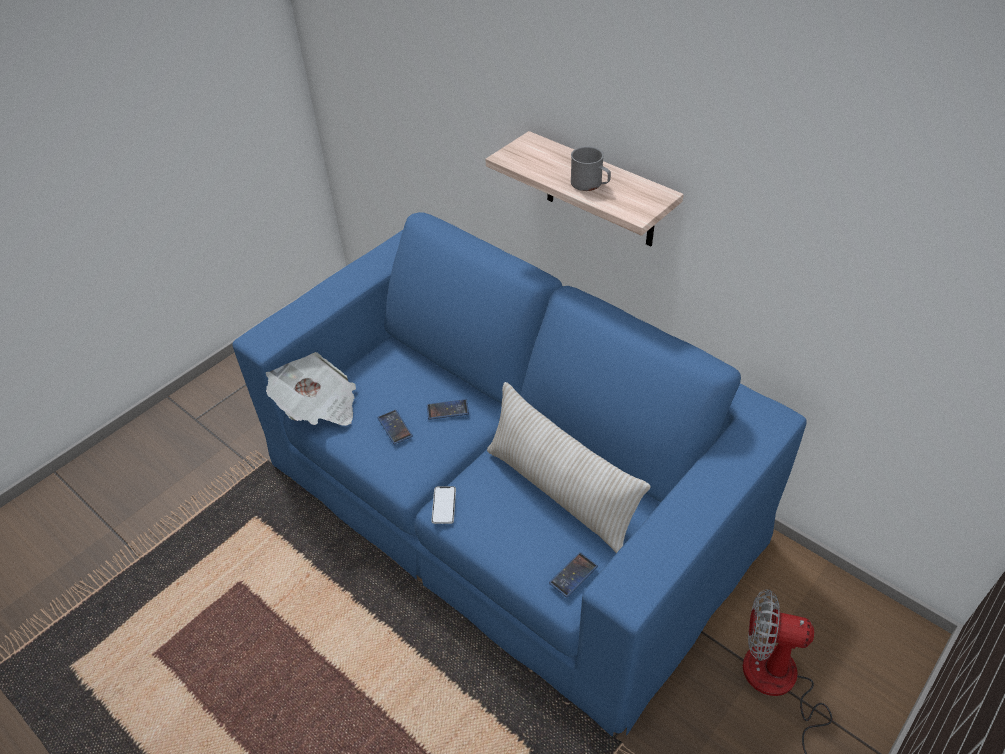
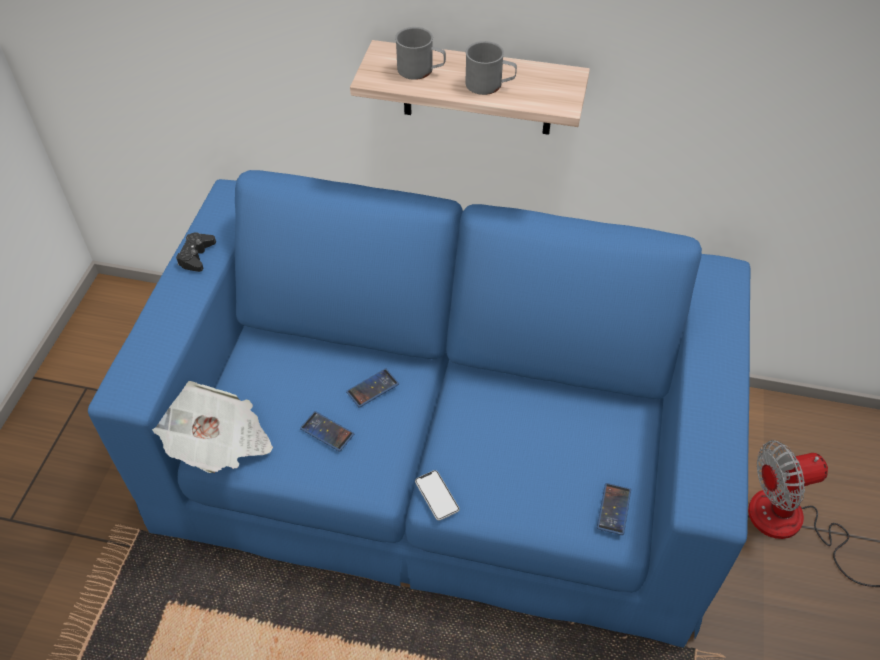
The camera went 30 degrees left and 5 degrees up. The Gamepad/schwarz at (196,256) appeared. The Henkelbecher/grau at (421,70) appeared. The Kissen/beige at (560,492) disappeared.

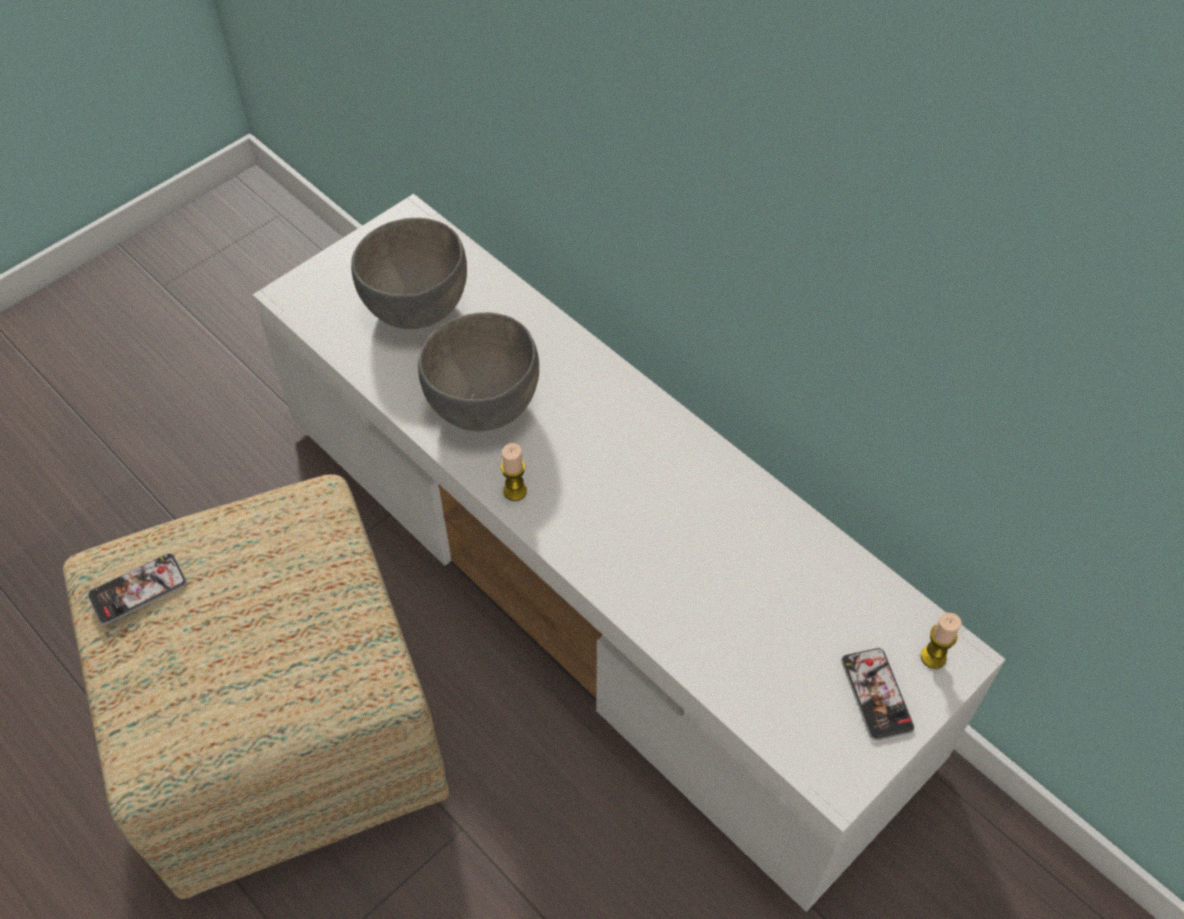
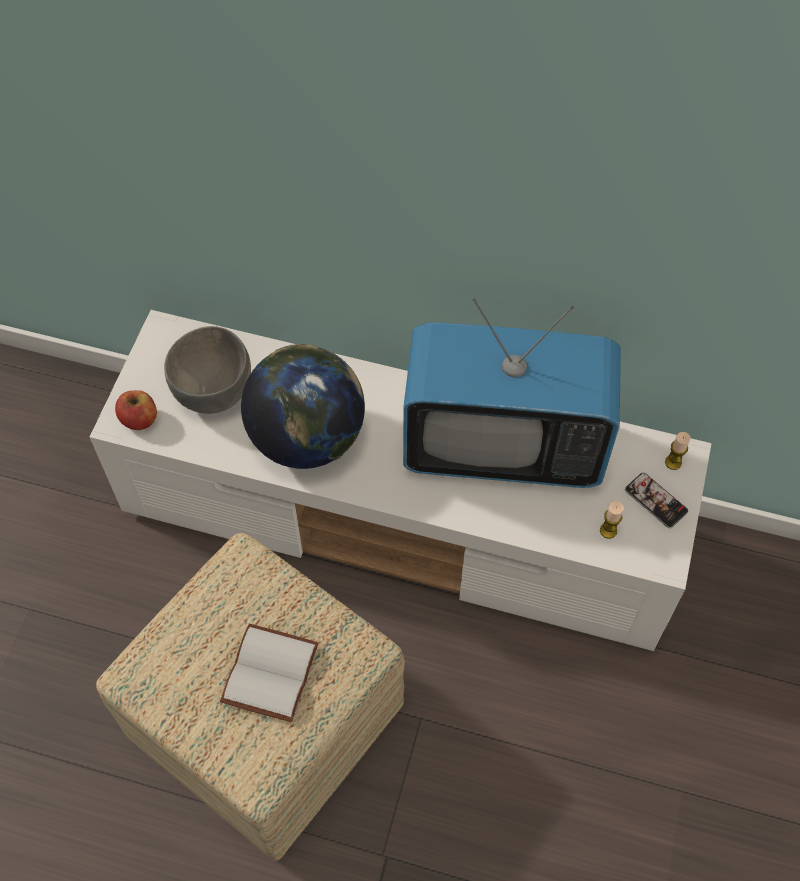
The camera went 30 degrees left and 5 degrees up. The Apfel at (139,419) appeared. The Buch/weiß at (268,671) appeared. The Schüssel/grau at (484,406) was replaced by the Globus at (307,438). The Fernseher at (503,446) appeared. The Kerze moved from (515,491) to (608,530). The Handy at (138,589) disappeared.

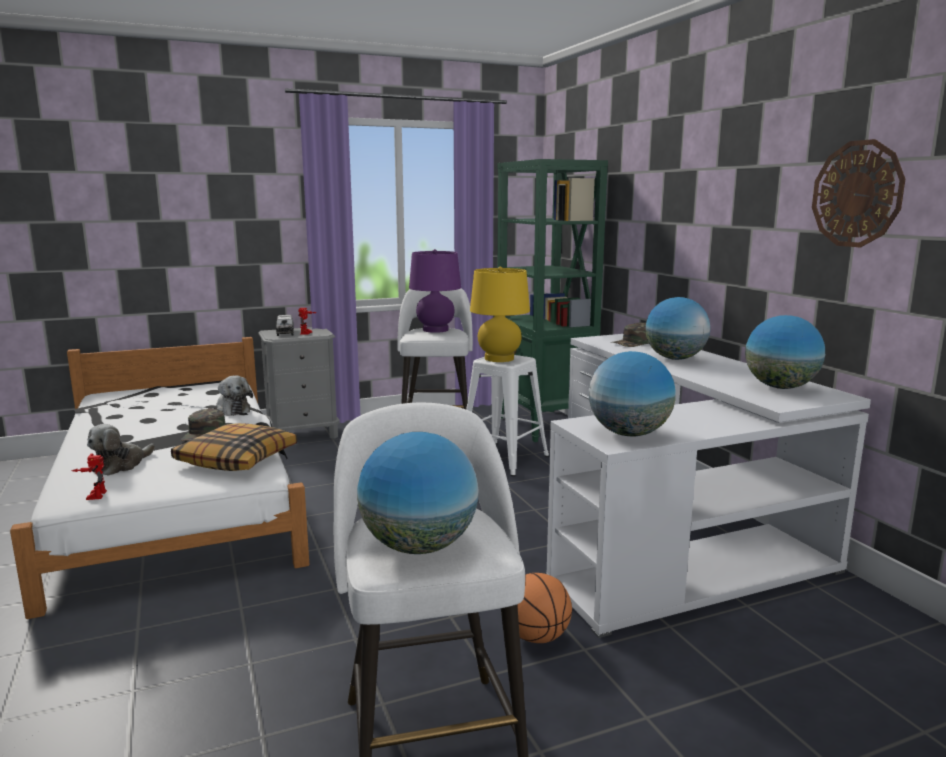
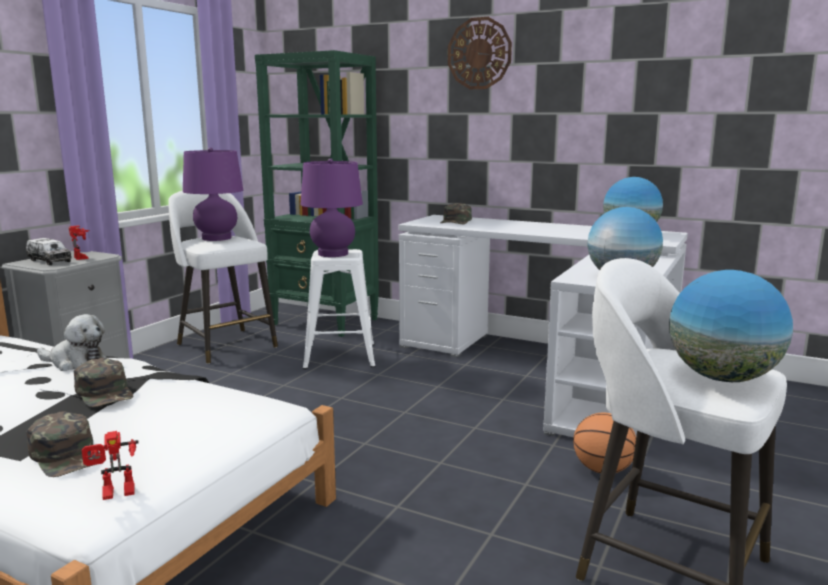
The camera went 40 degrees left and 0 degrees up. The Plüschtier at (121,465) was replaced by the Kappe/grün at (67,455). The Spielzeugroboter at (93,495) turned 60 degrees counterclockwise. The Tischlampe/gelb at (499,358) became the Tischlampe/lila at (333,254). The Wanduhr moved from (857,194) to (479,53). The Kissen at (237,459) disappeared. The Globus at (675,358) disappeared.

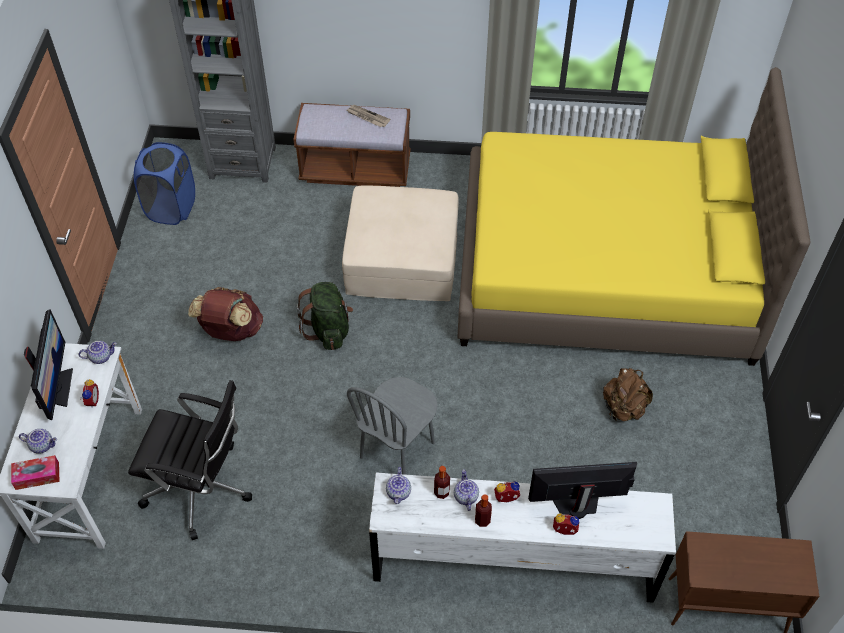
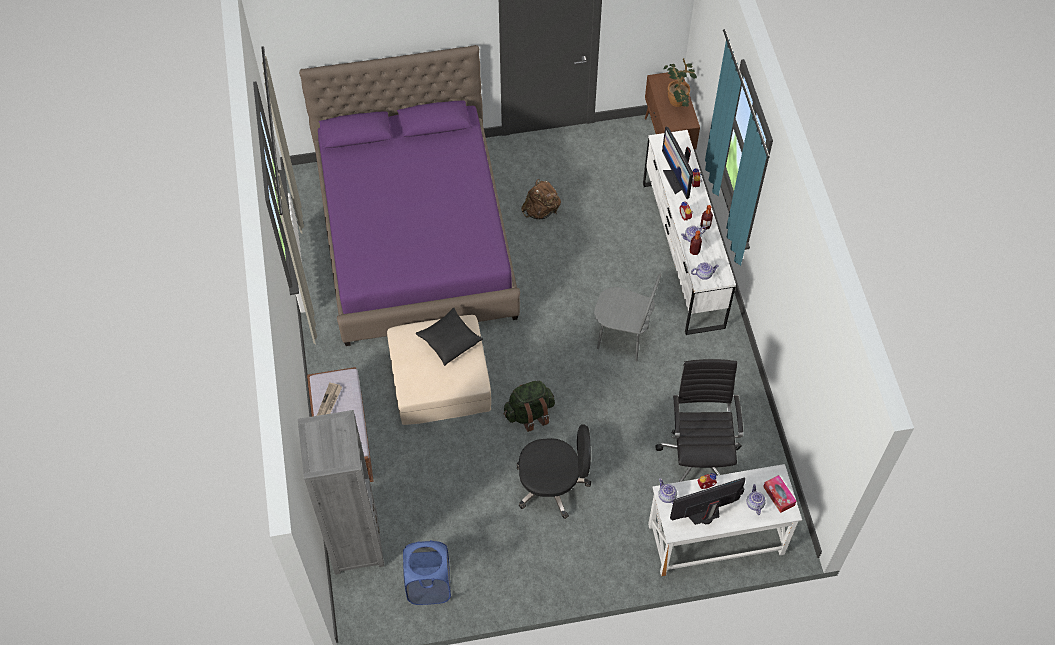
The camera went 105 degrees left and 5 degrees up. The Bett/gelb at (605,271) became the Bett/lila at (416,238). The Kissen/schwarz at (449,340) appeared. The Rucksack/braun at (231,331) was replaced by the Bürostuhl/schwarz at (553,485). The Topfpflanze at (676,104) appeared.

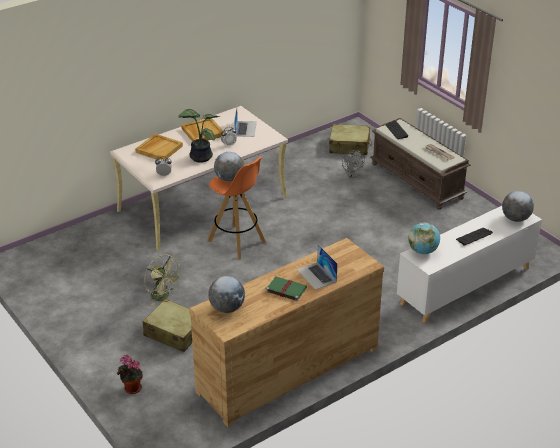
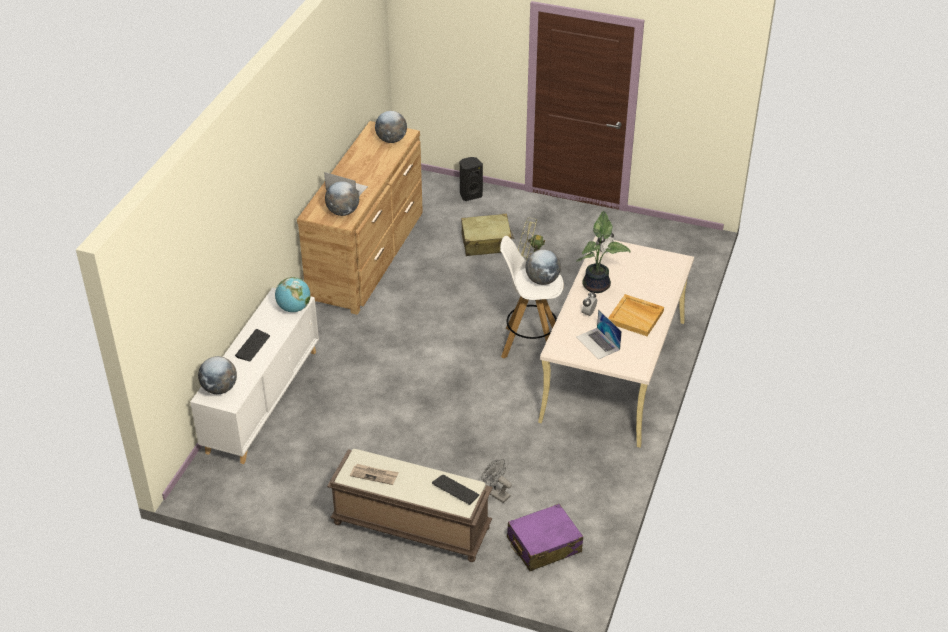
The camera went 145 degrees right and 5 degrees up. The Globus at (343,212) appeared. The Topfpflanze at (131,389) was replaced by the Lautsprecher/schwarz at (470,195). The Hocker/orange at (237,241) became the Hocker/weiß at (529,344). The Koffer/beige at (349,146) became the Koffer/lila at (543,545). The Tablett/beige at (159,149) disappeared. The Buch/grün at (285,289) disappeared.

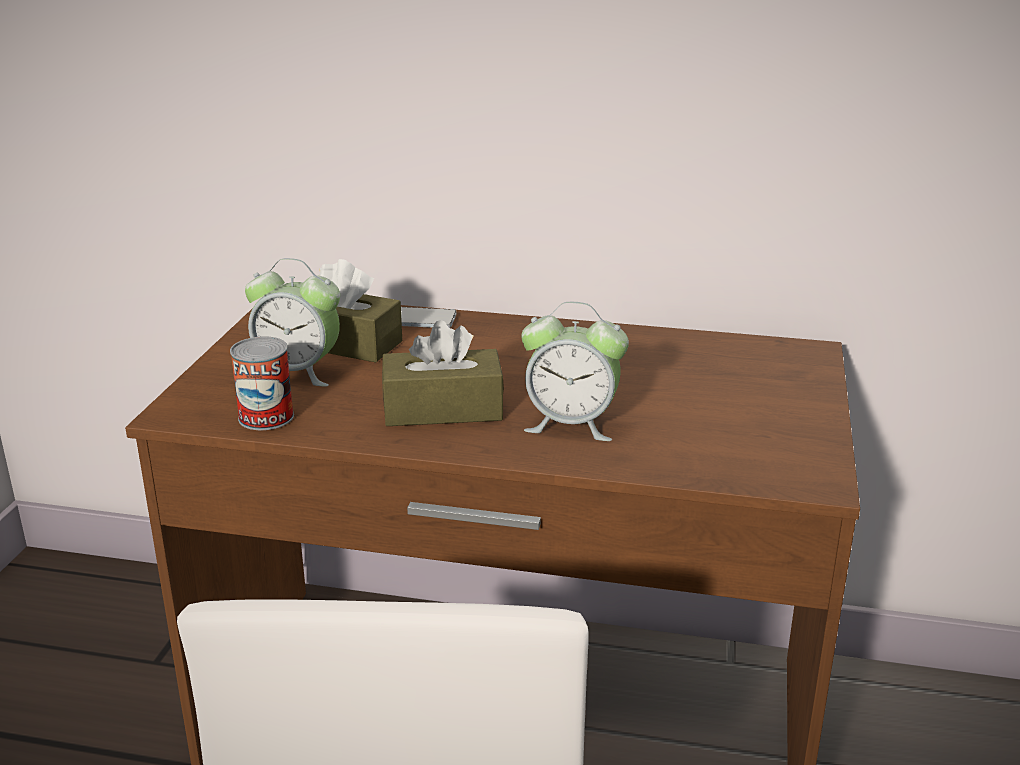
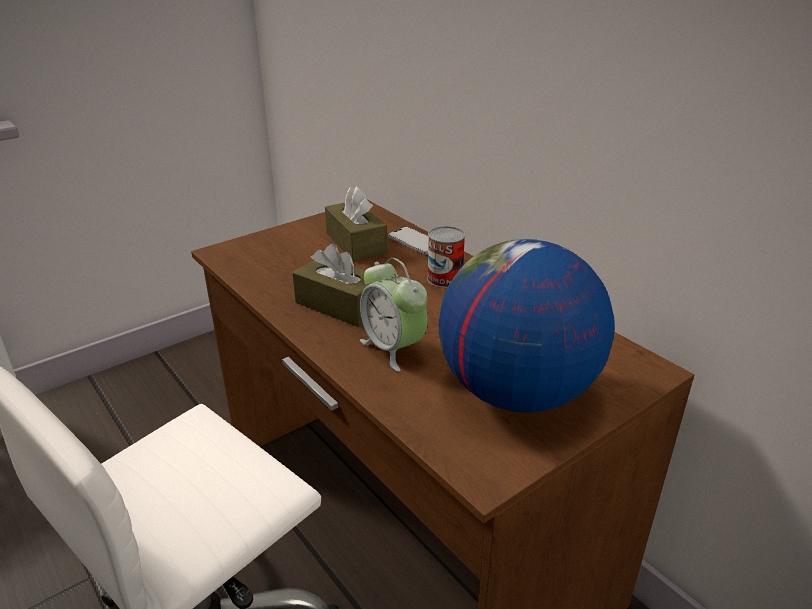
The camera went 40 degrees right and 5 degrees up. The Dose moved from (266,417) to (445,279). The Globus at (516,392) appeared. The Wecker at (298,372) disappeared.

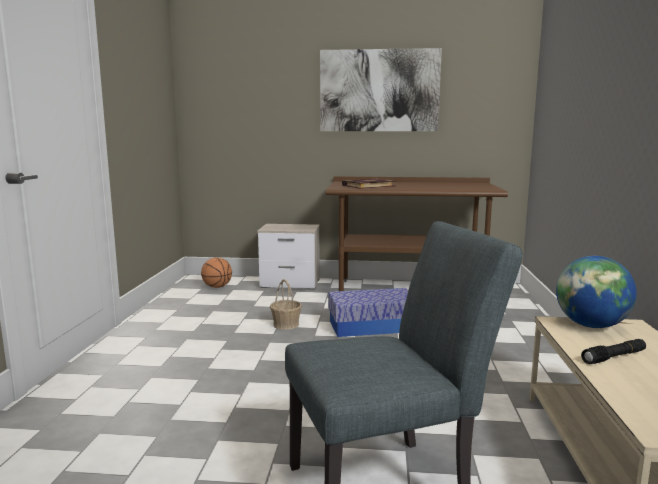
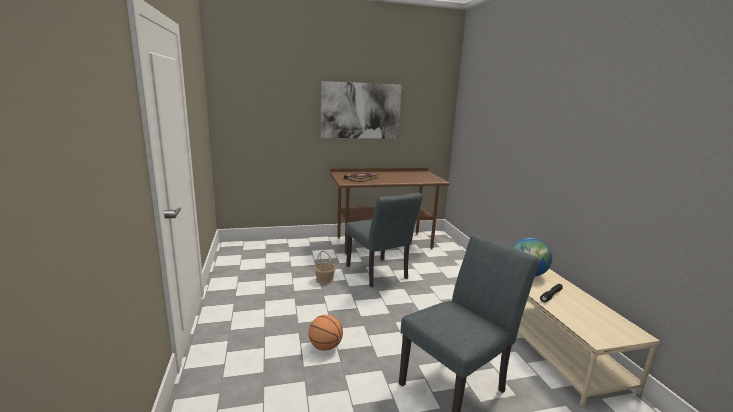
The camera went 20 degrees left and 5 degrees up. The Basketball moved from (217,287) to (325,347). The Aufbewahrungsbox at (372,326) was replaced by the Stuhl/grau at (379,274). The Nachttisch at (291,283) disappeared.

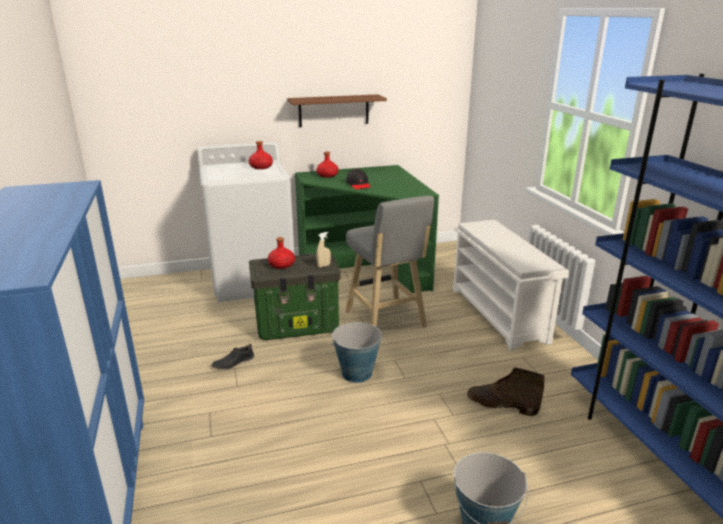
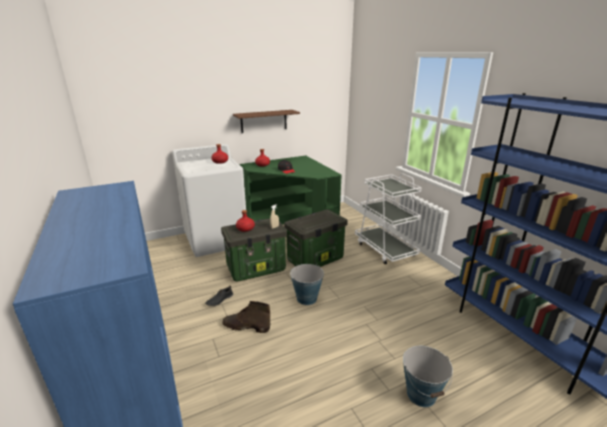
The camera went 10 degrees left and 0 degrees up. The Stiefel/braun moved from (501,404) to (246,326). The Hocker/grau at (386,321) was replaced by the Aufbewahrungsbox at (315,260). The Schuhregal/weiß at (499,315) was replaced by the Rollwagen/weiß at (385,249).

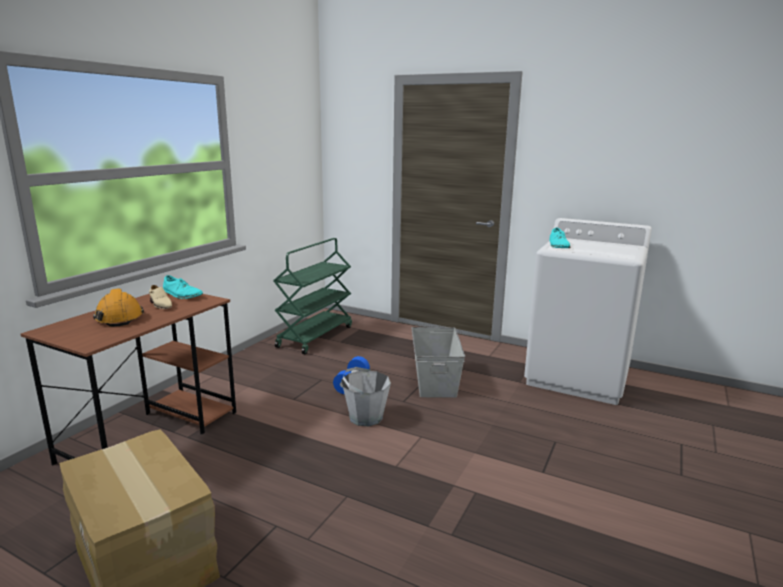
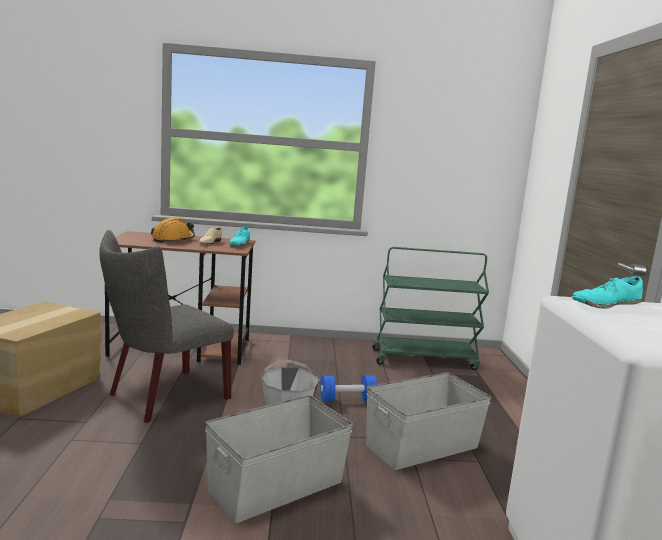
The camera went 60 degrees right and 5 degrees down. The Stuhl/grau at (162,397) appeared. The Aufbewahrungsbox/grau at (275,485) appeared.

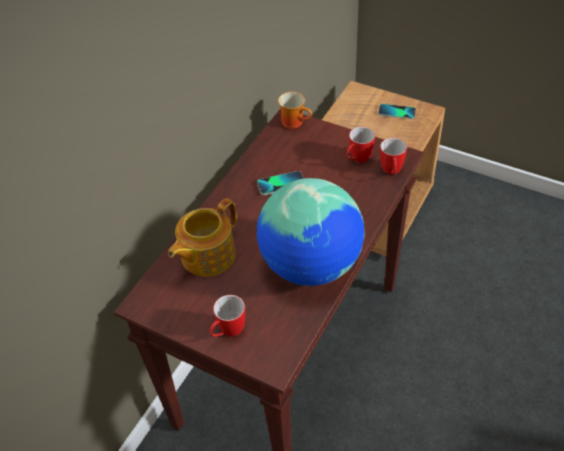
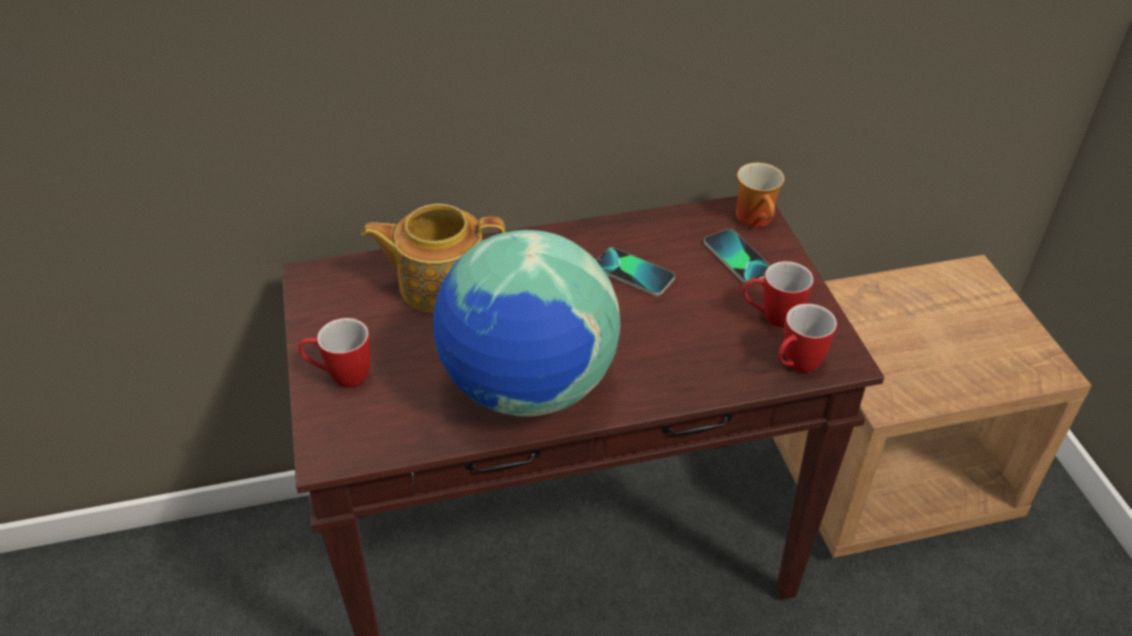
The camera went 45 degrees right and 5 degrees down. The Handy moved from (396,112) to (737,258).

